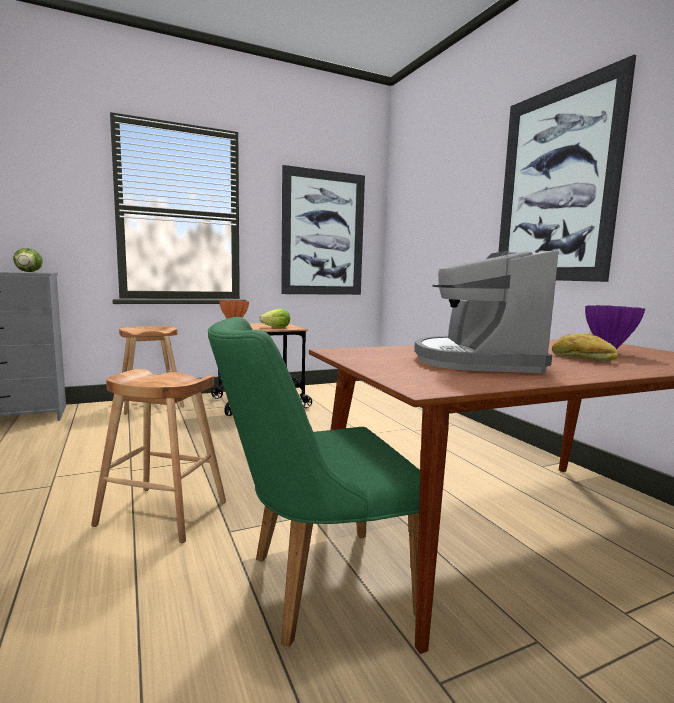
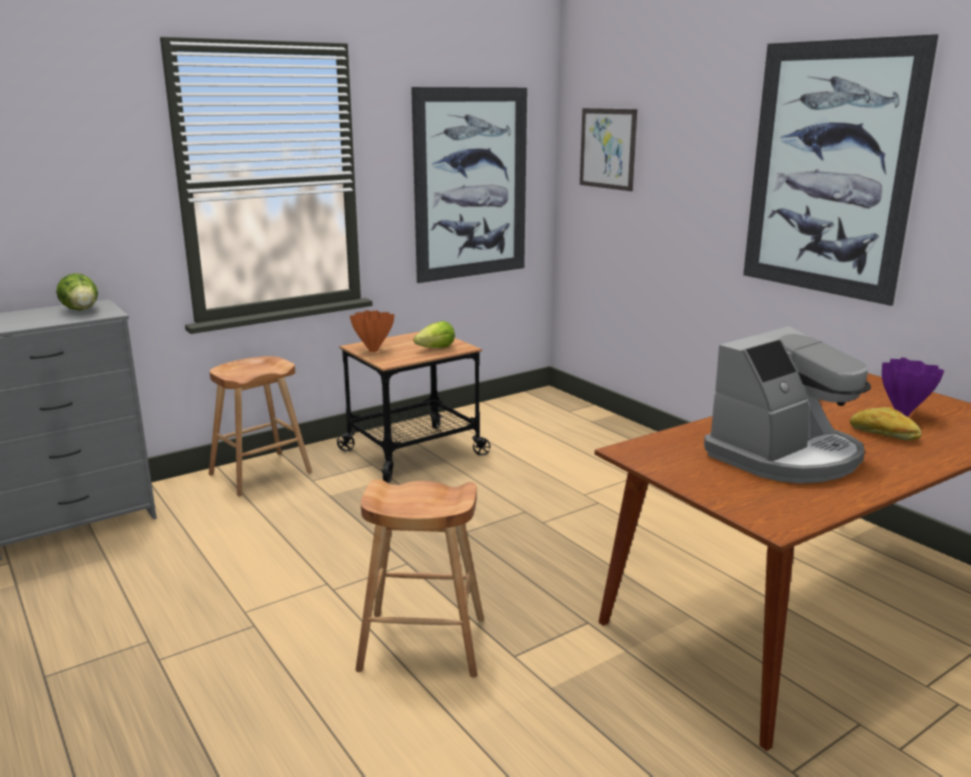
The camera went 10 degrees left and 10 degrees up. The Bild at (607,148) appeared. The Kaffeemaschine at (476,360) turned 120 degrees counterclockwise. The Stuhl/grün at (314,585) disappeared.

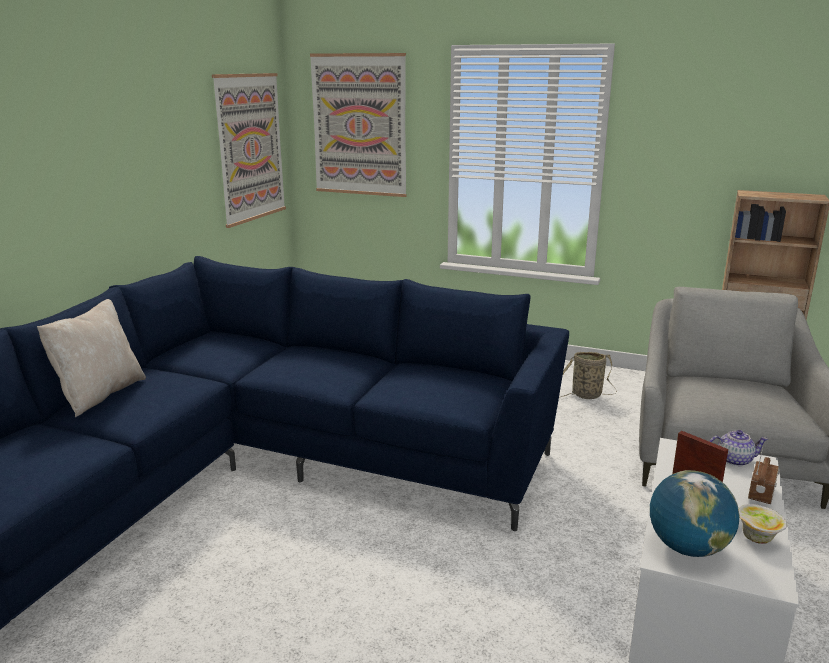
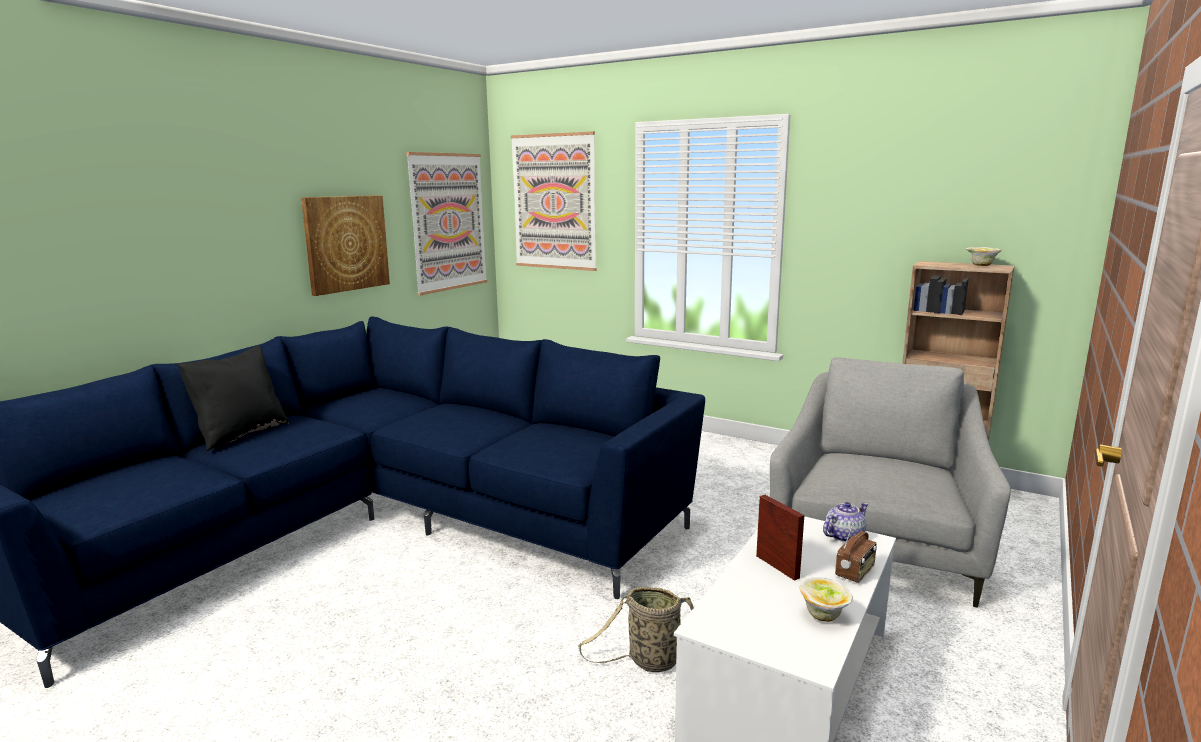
The camera went 10 degrees right and 5 degrees down. The Kissen/beige at (99,394) became the Kissen/schwarz at (240,434). The Bild at (346,243) appeared. The Korb moved from (584,395) to (650,662). The Teekanne at (734,460) turned 45 degrees counterclockwise. The Schüssel at (981,265) appeared. The Globus at (687,548) disappeared.

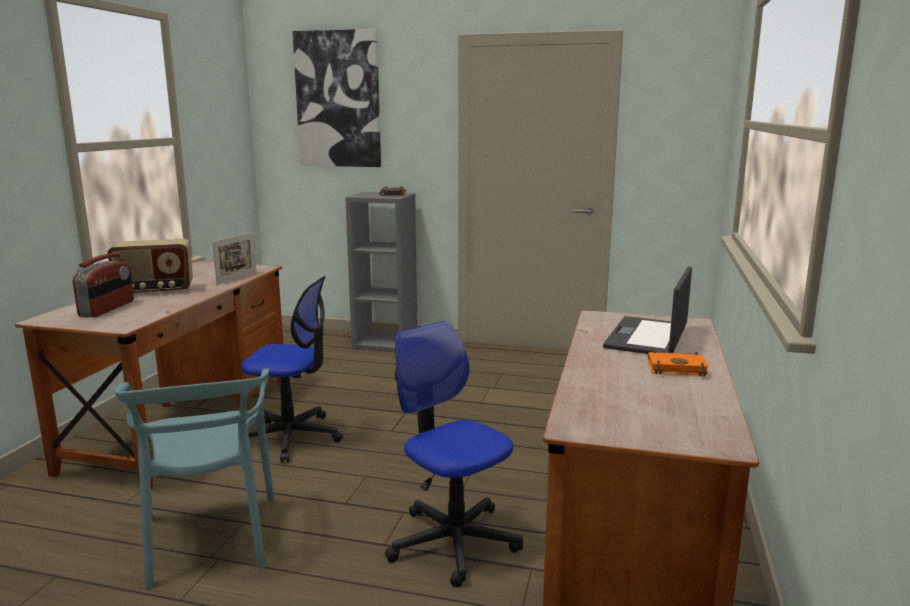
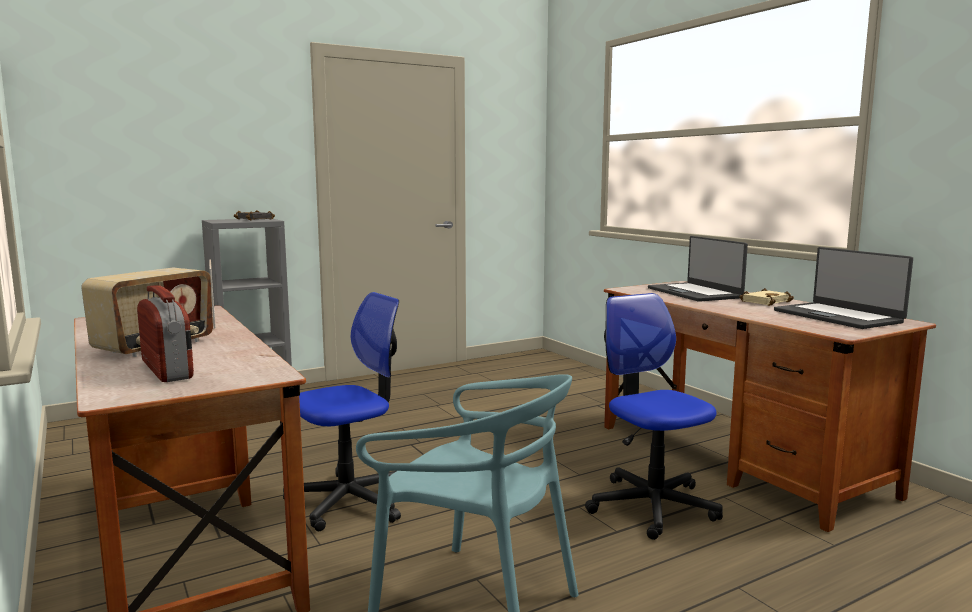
The camera went 45 degrees left and 5 degrees down. The Bürostuhl at (453,542) turned 60 degrees clockwise. The Buch/orange at (678,368) became the Buch/beige at (765,301). The Laptop at (838,316) appeared. The Bild at (338,99) disappeared.

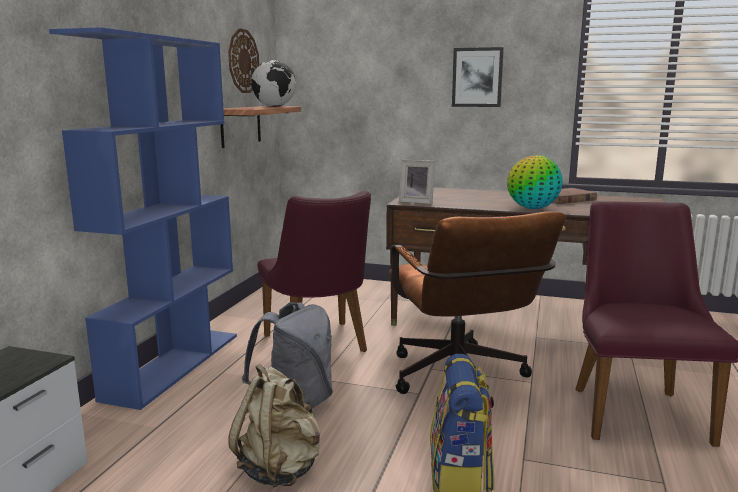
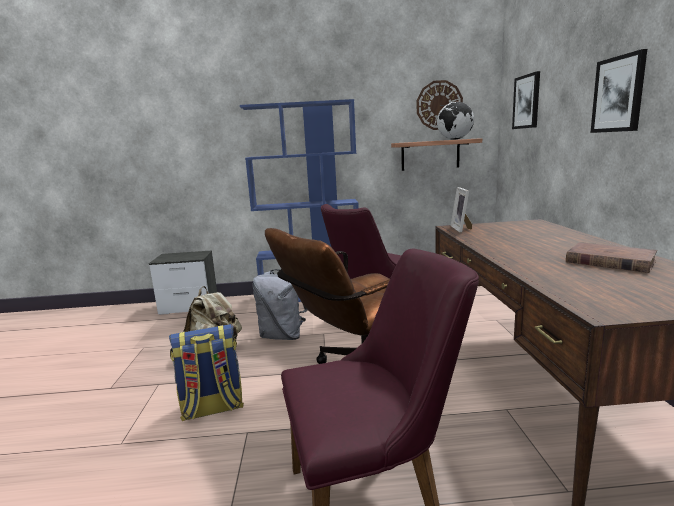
The camera went 70 degrees right and 0 degrees up. The Bild at (527,102) appeared. The Globus at (533,208) disappeared.

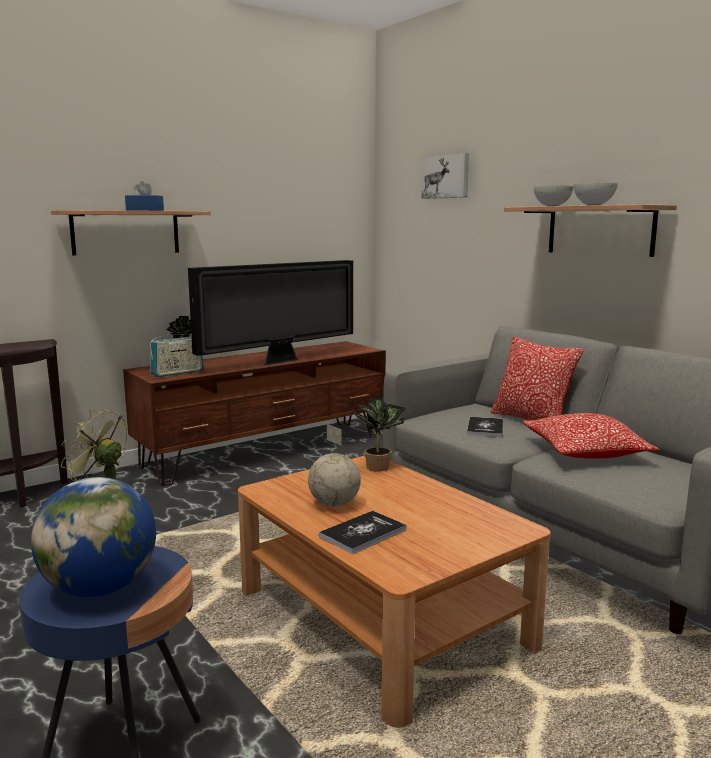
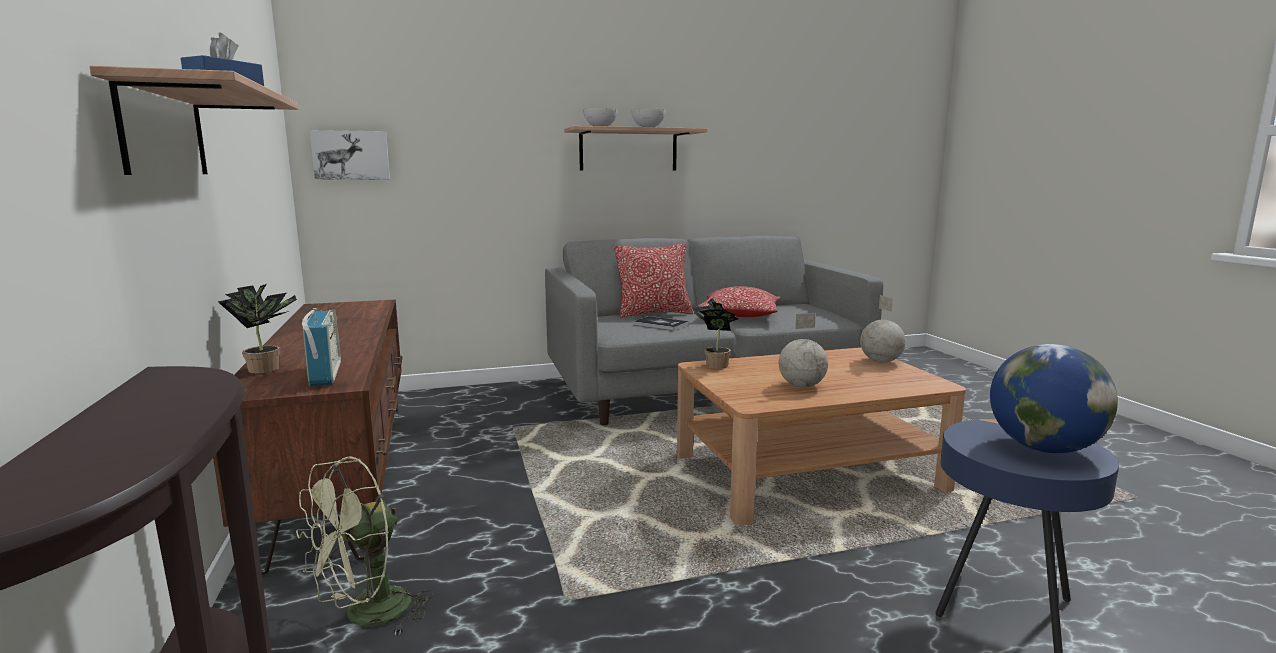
The camera went 70 degrees left and 0 degrees up. The Bild moved from (446,177) to (351,155). The Globus at (880,361) appeared. The Fernseher at (280,361) disappeared. The Buch at (363,533) disappeared.

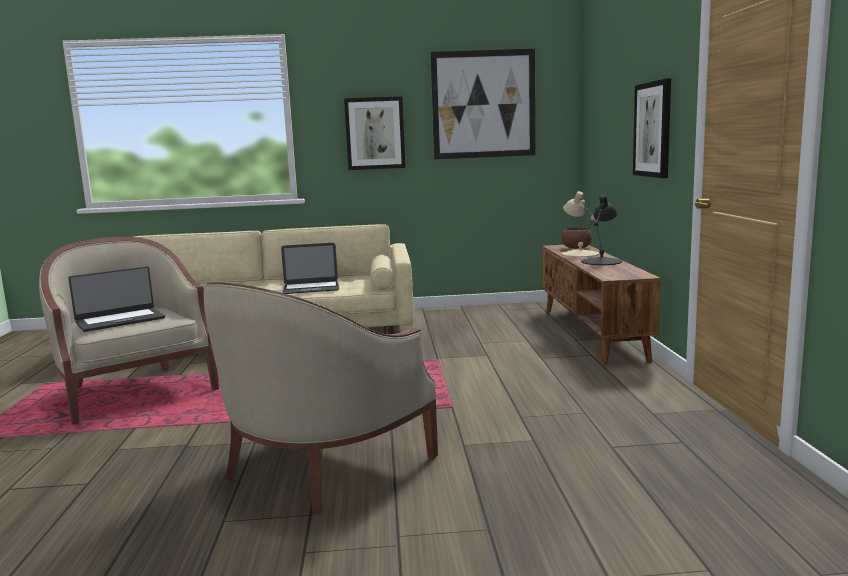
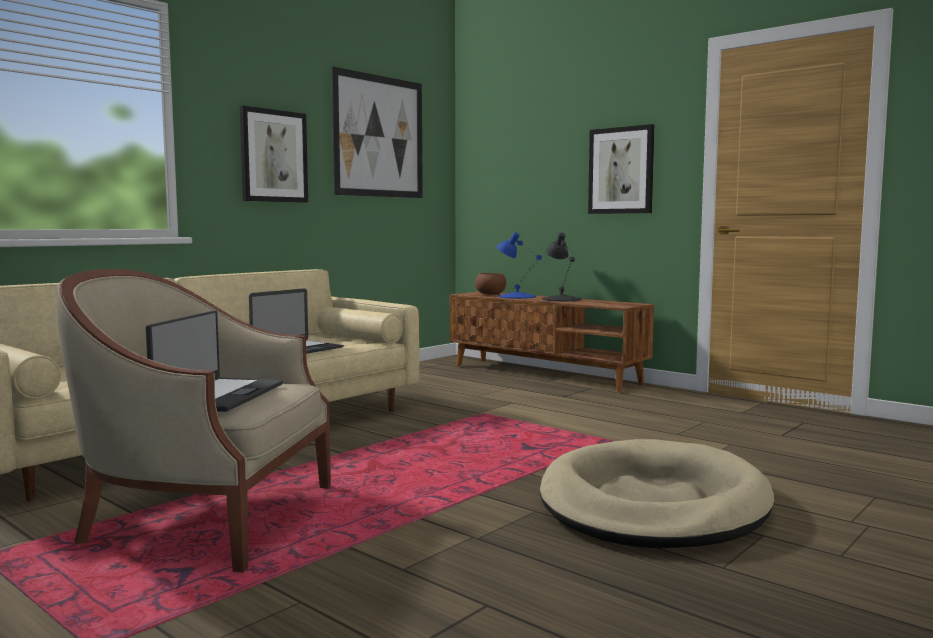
The camera went 45 degrees left and 5 degrees down. The Tischlampe/beige at (580,254) became the Tischlampe/blau at (516,296). The Sessel/beige at (323,464) was replaced by the Hundebett/beige at (653,504).

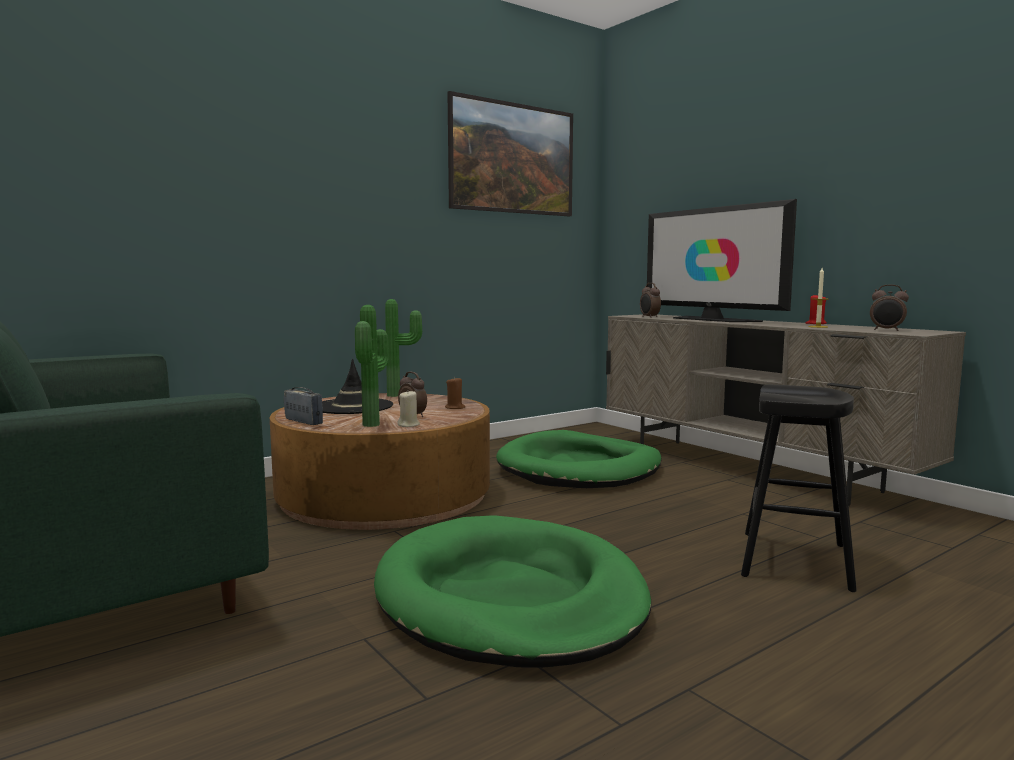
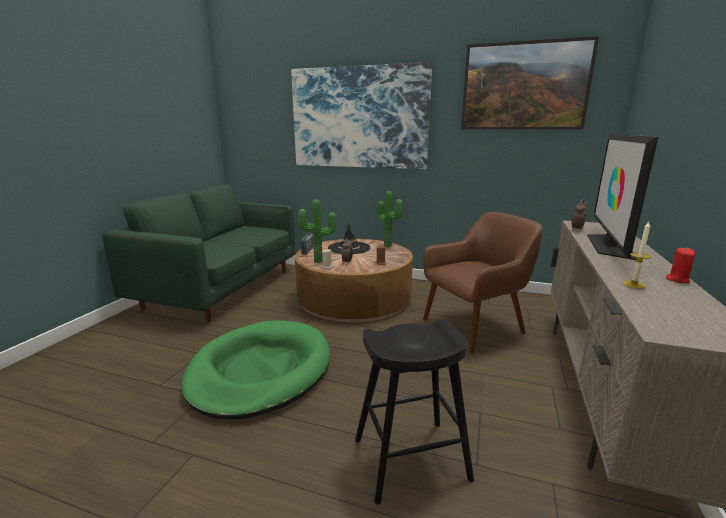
The camera went 55 degrees right and 10 degrees up. The Bild at (359,118) appeared. The Hundebett/grün at (579,468) was replaced by the Sessel/braun at (474,327). The Wecker at (886,330) disappeared.

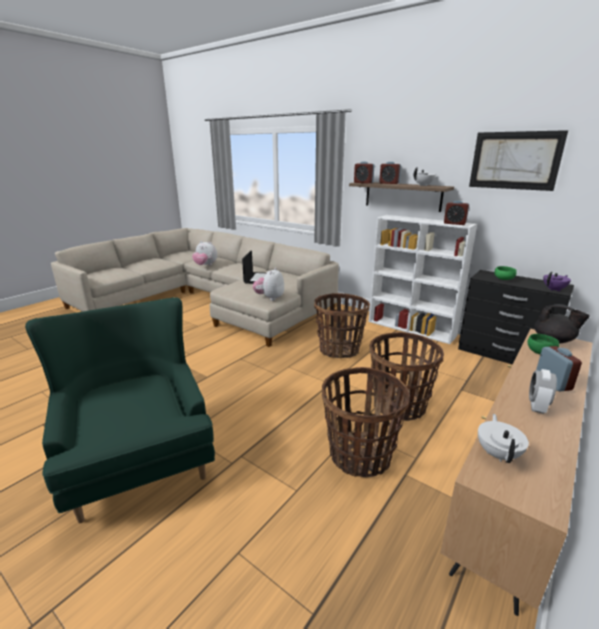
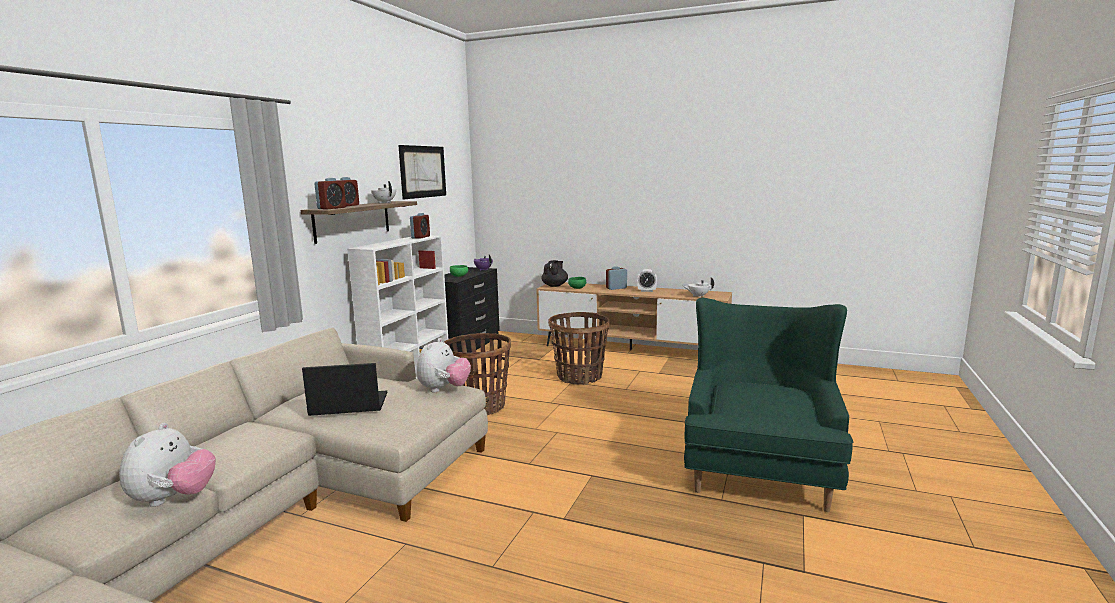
The camera went 105 degrees left and 10 degrees down. The Plüschtier at (269,298) turned 75 degrees counterclockwise. The Sessel/grün at (139,458) turned 150 degrees clockwise. The Korb at (360,456) disappeared.

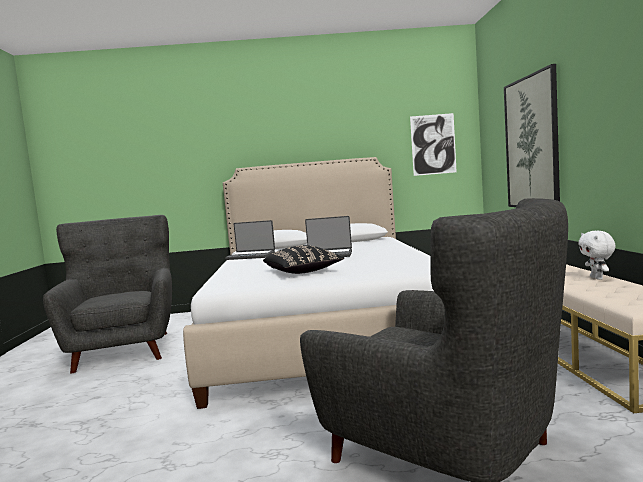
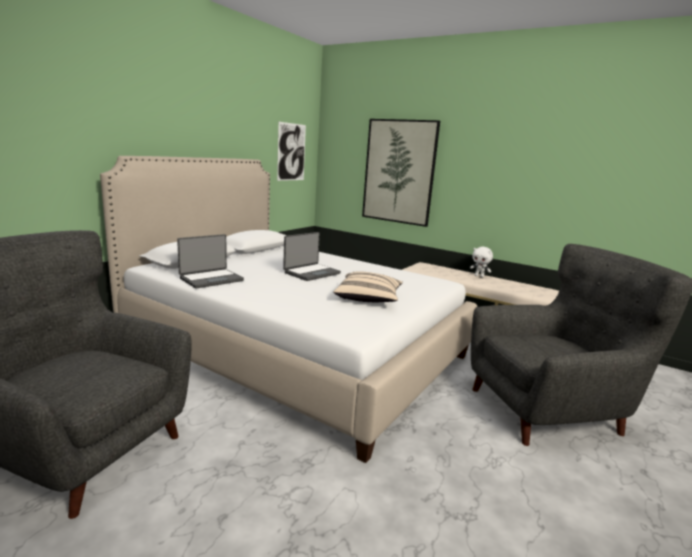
The camera went 55 degrees left and 10 degrees up. The Kissen/schwarz at (303,272) became the Kissen/beige at (368,299).

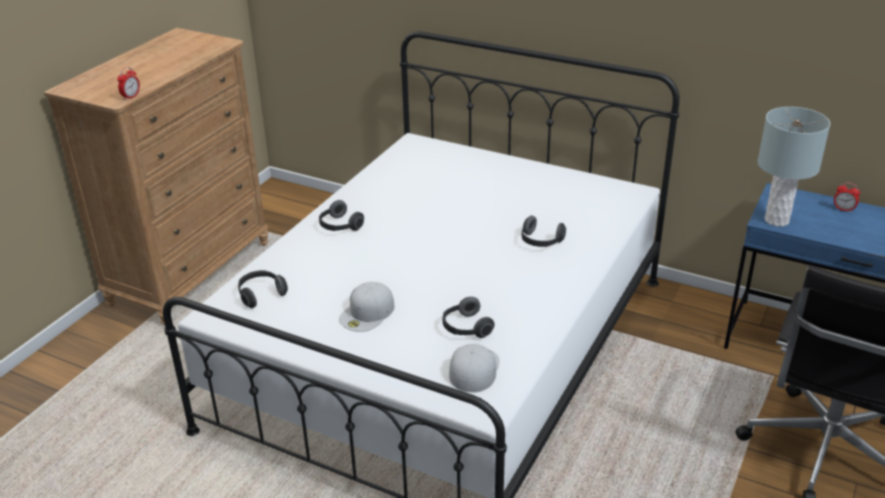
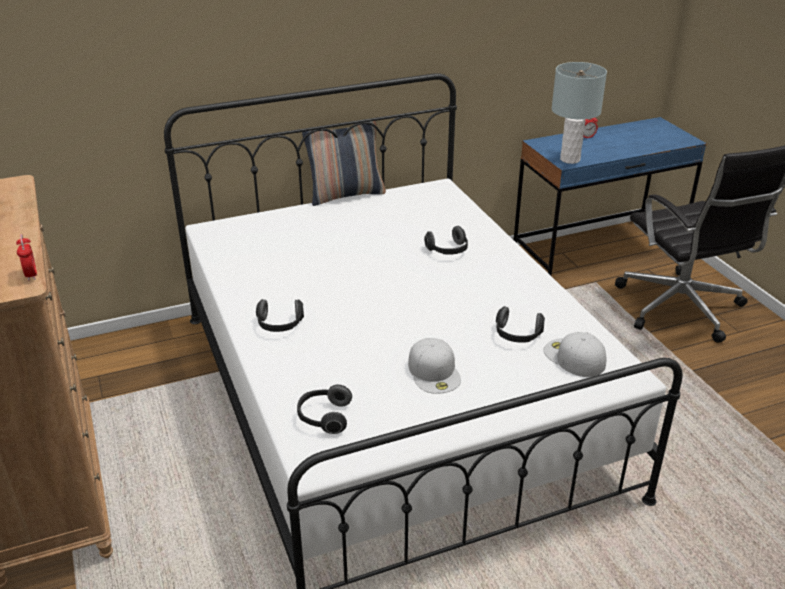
The camera went 50 degrees left and 0 degrees up. The Kissen at (346,195) appeared.

